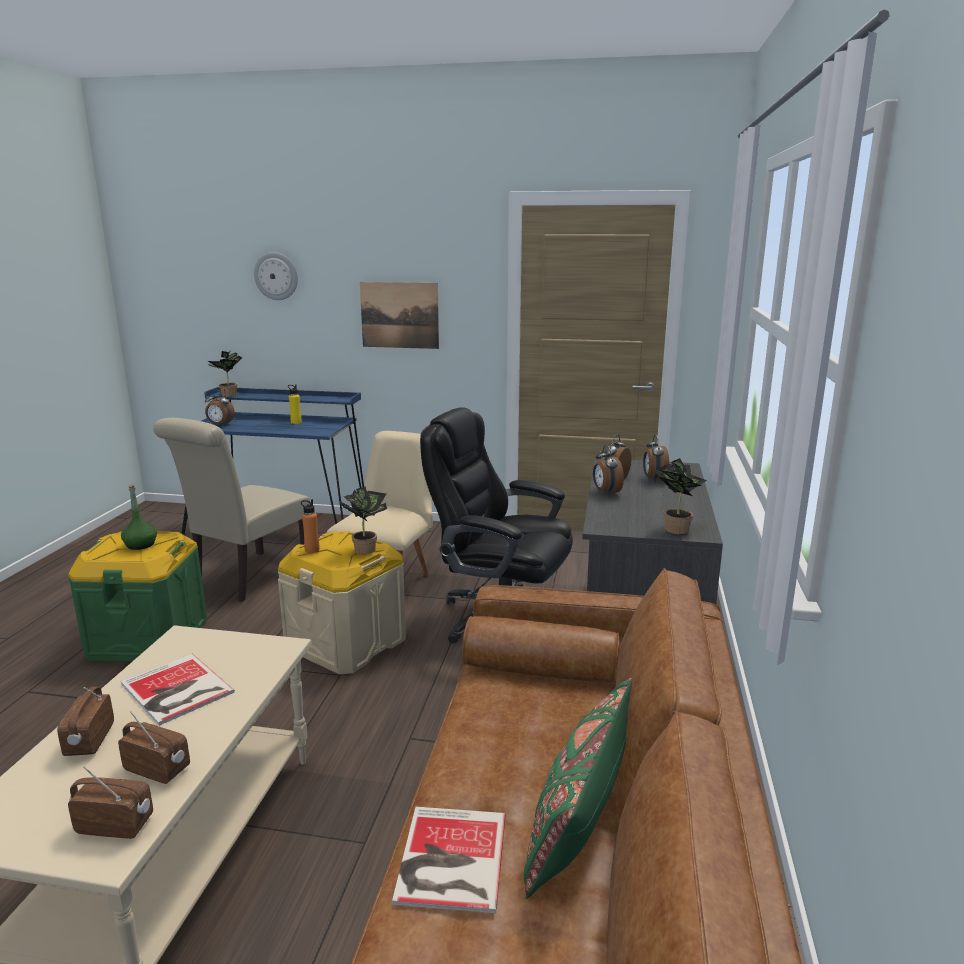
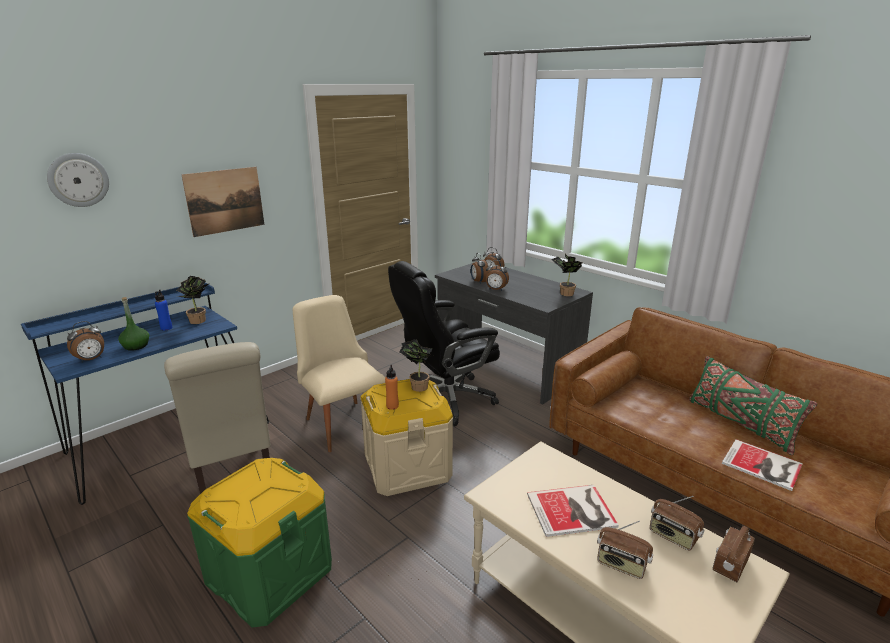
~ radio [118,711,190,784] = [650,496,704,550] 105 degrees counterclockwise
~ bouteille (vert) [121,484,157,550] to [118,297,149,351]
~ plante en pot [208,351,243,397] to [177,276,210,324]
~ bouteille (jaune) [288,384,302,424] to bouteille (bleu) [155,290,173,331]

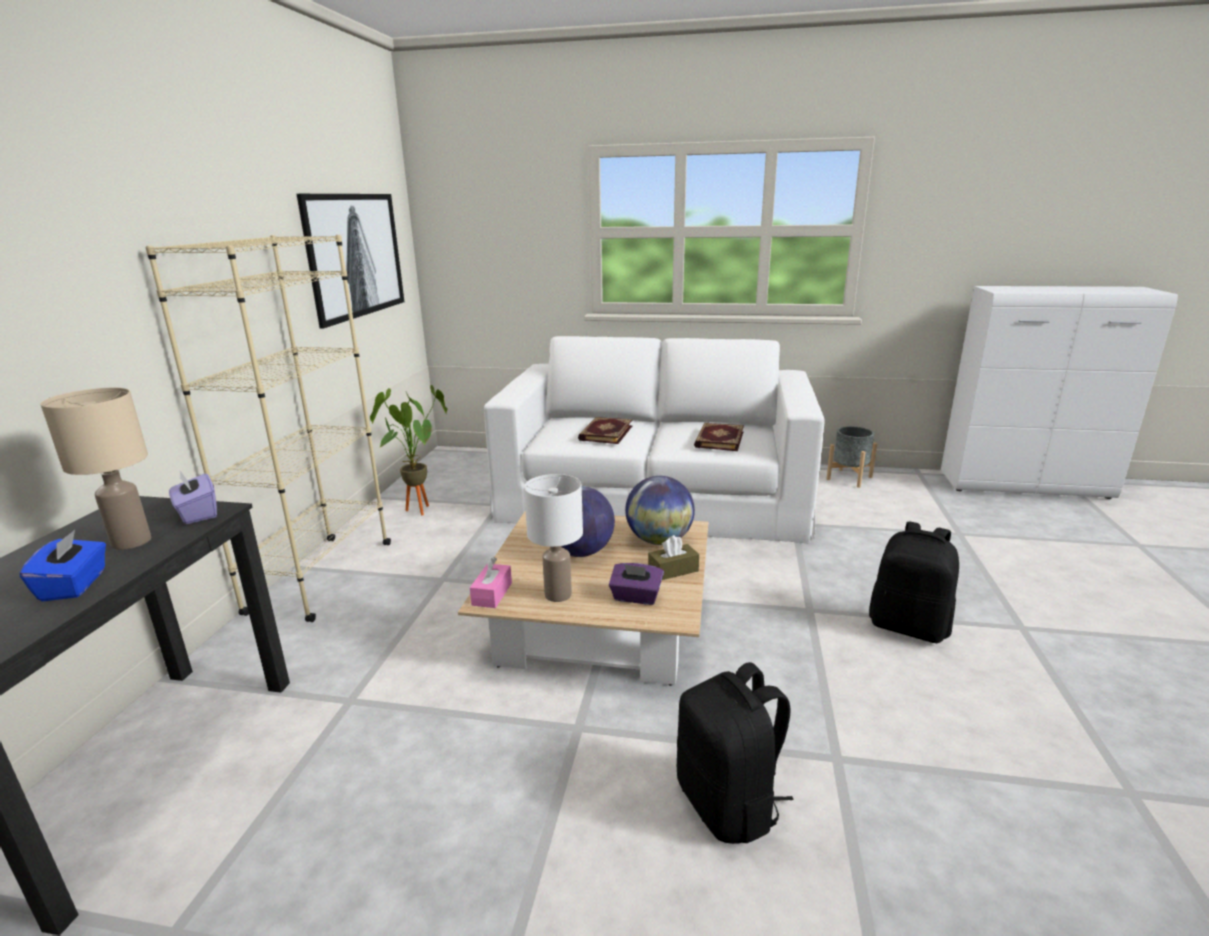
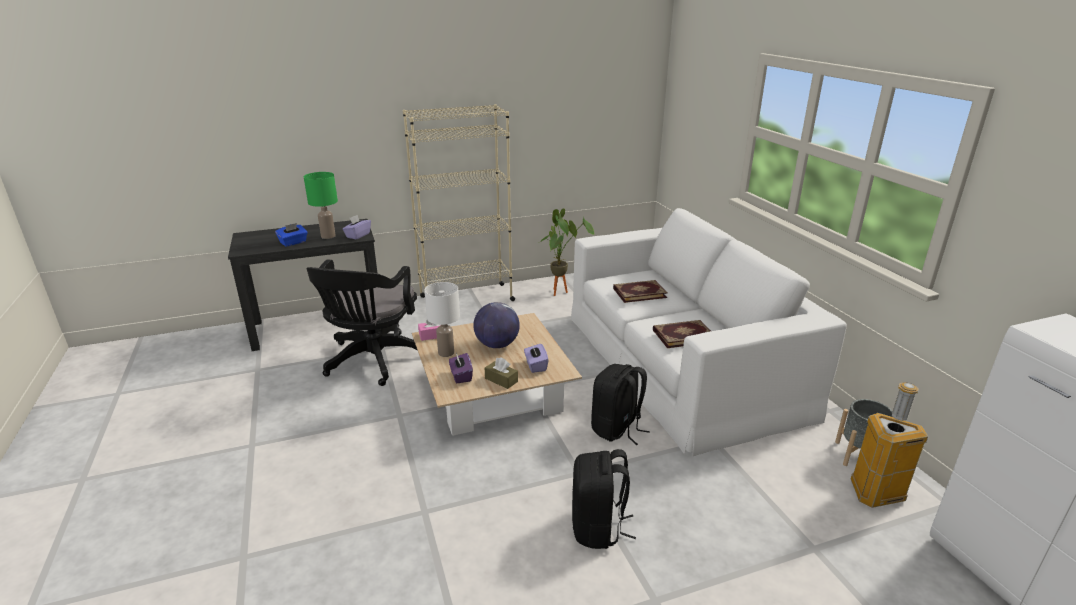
~ lampe de table (beige) [41,388,151,550] to lampe de table (vert) [304,172,338,239]
- tableau [297,194,404,328]
~ globe [625,476,695,545] to boîte à mouchoirs (violet) [524,344,548,373]
~ sac à dos (noir) [677,662,794,844] to [591,364,650,445]
+ chaise de bureau (noir) [307,259,417,386]
+ poubelle [851,382,928,508]

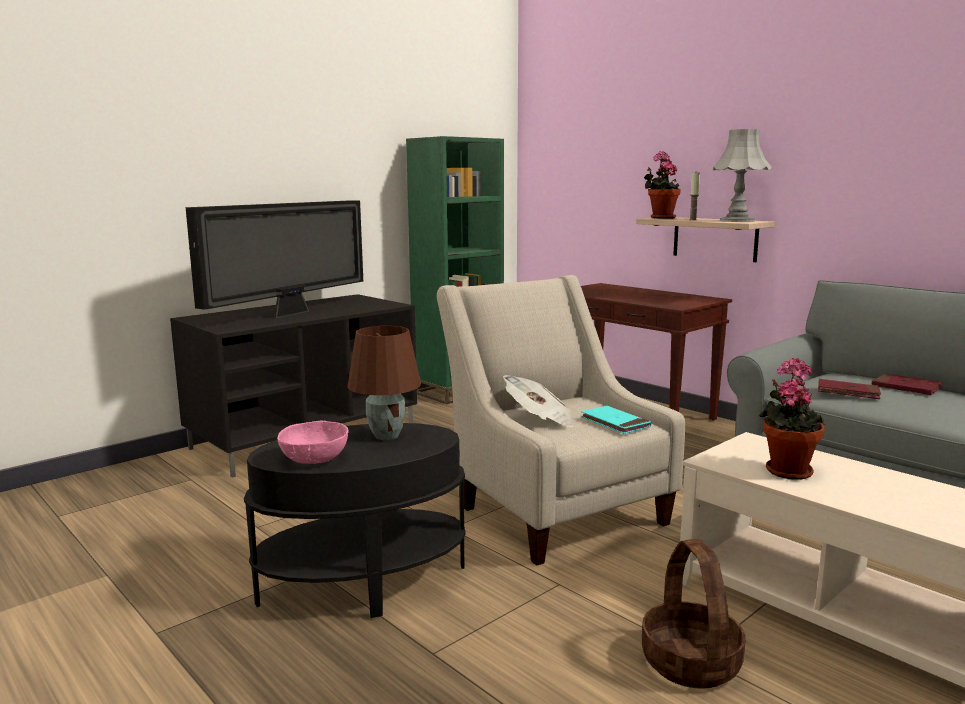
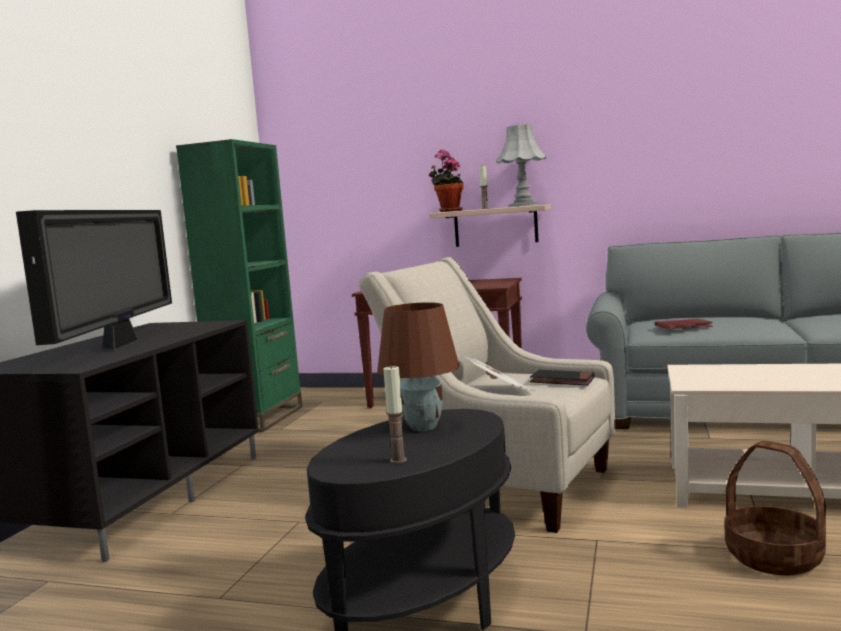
~ bol (rose) [277,420,349,464] to bougie [384,366,407,463]
~ livre (turquoise) [580,406,651,434] to livre (noir) [530,370,595,386]
- plante en pot [759,358,825,480]
- livre (rouge) [872,374,943,395]

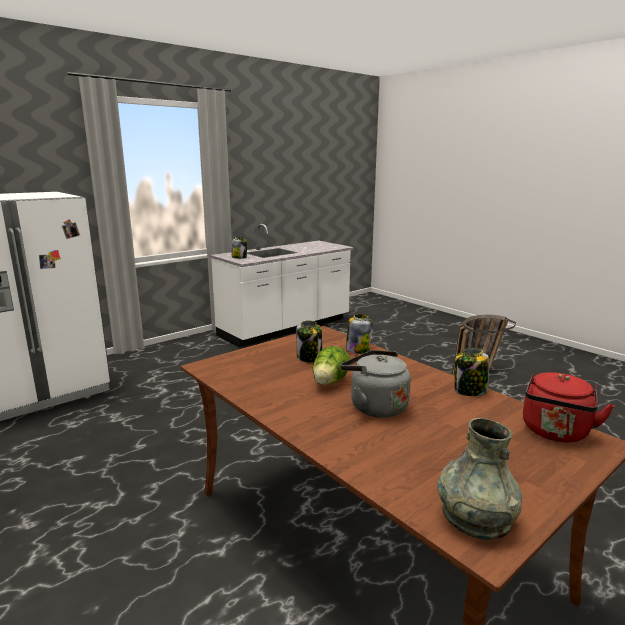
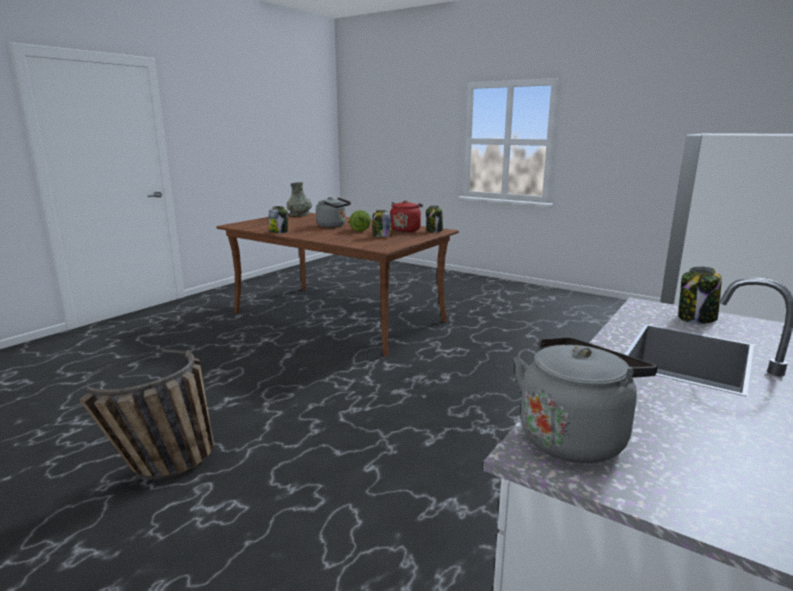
~ bocal [346,314,372,354] to [426,205,443,233]
~ bouilloire (rouge) [523,372,614,442] to [390,200,423,232]
+ bouilloire (gris) [514,337,657,463]

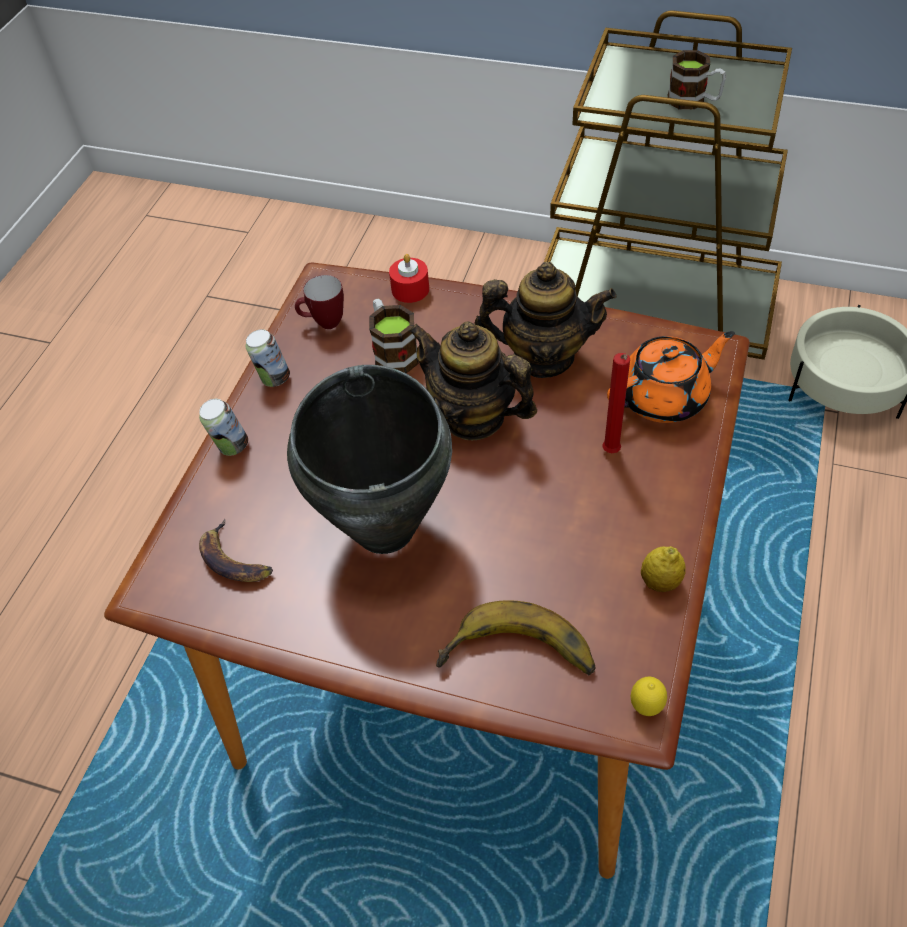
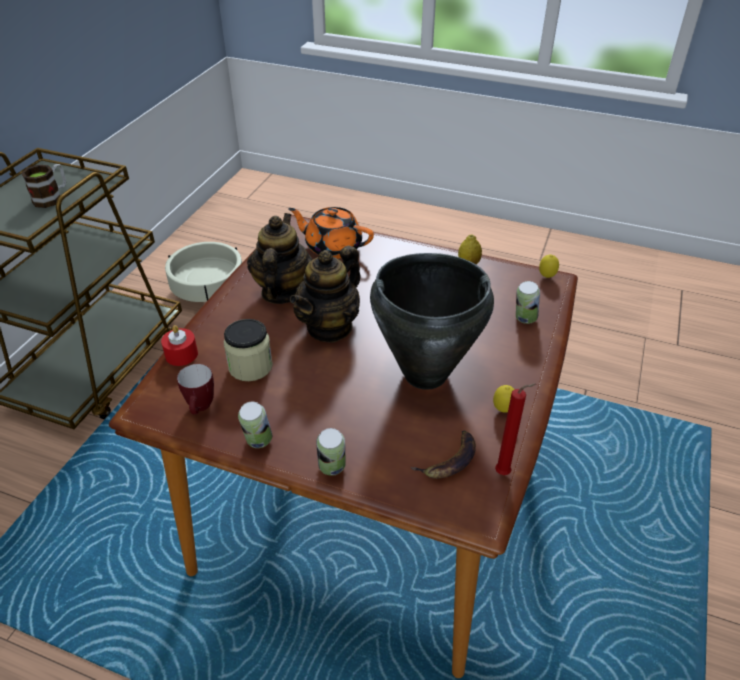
~ mug [369,299,419,373] to bocal [224,319,273,381]
~ banane [436,600,596,675] to boîte métallique [516,281,540,324]
~ bougie (rouge) [602,353,630,453] to [495,383,536,475]
~ théière (orange) [607,331,735,423] = [288,207,374,259] 45 degrees counterclockwise
+ citron [493,385,514,413]

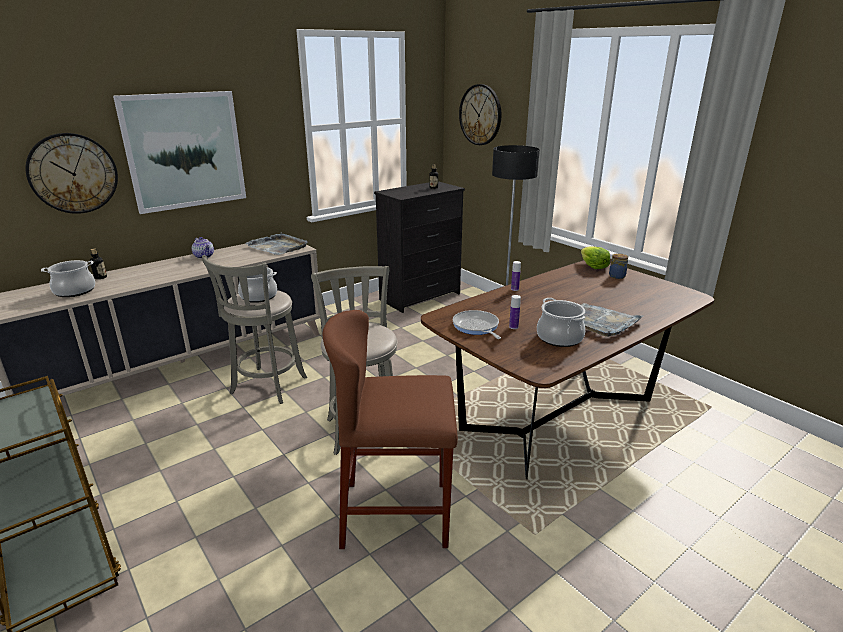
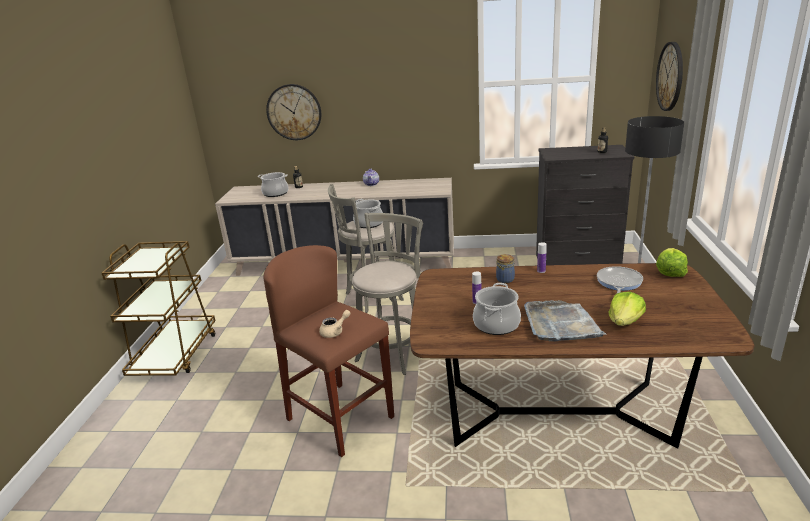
- tableau [113,91,246,214]
- plateau (gris) [245,233,308,255]
~ poêle [453,310,501,339] to [597,266,643,293]
~ bocal [609,253,628,279] to [496,254,515,283]
+ théière (beige) [319,310,351,338]
+ laitue [608,292,646,326]

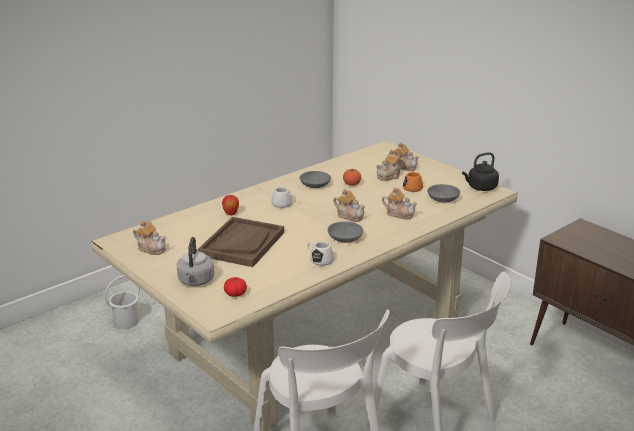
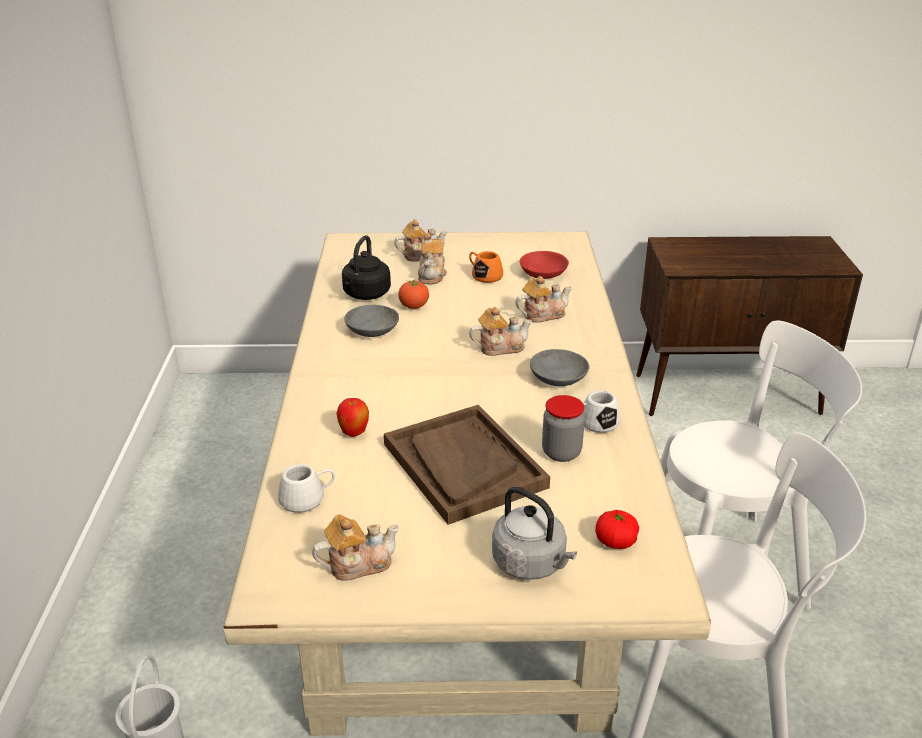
~ mug (blanc) [271,187,296,208] to [278,464,335,513]
~ bol (gris) [427,184,460,202] to bol (rouge) [520,251,569,279]
~ bouilloire (noir) [462,152,499,191] to [342,235,391,300]
+ bocal [542,395,585,462]

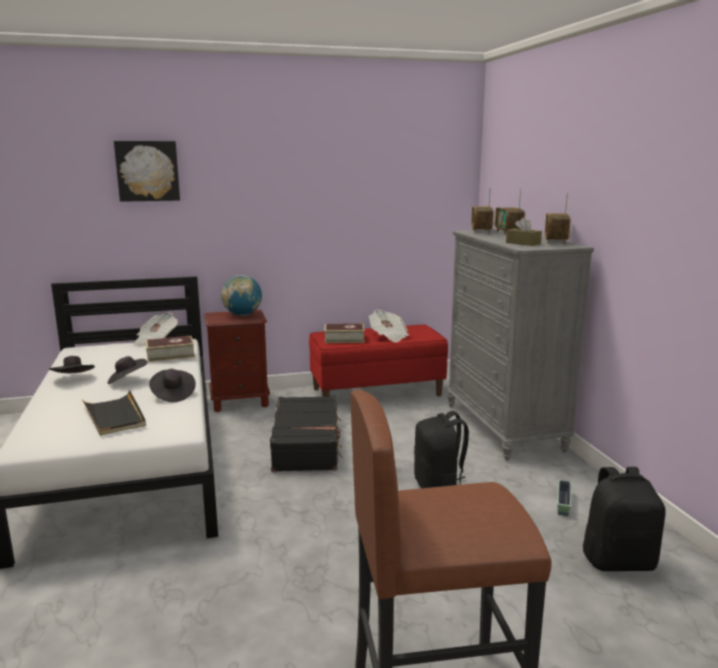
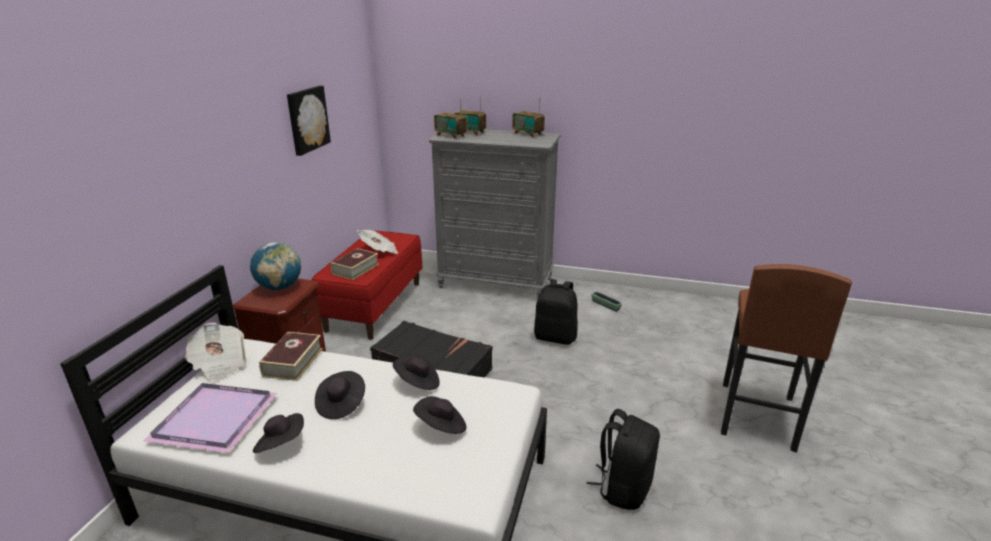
~ plateau (noir) [82,390,146,436] to chapeau (noir) [413,396,466,434]
~ tableau [114,141,180,202] to [287,86,331,156]
- boîte à mouchoirs (marron) [506,217,542,246]
~ sac à dos (noir) [583,467,666,571] to [587,409,660,510]
+ plateau (violet) [143,383,277,453]

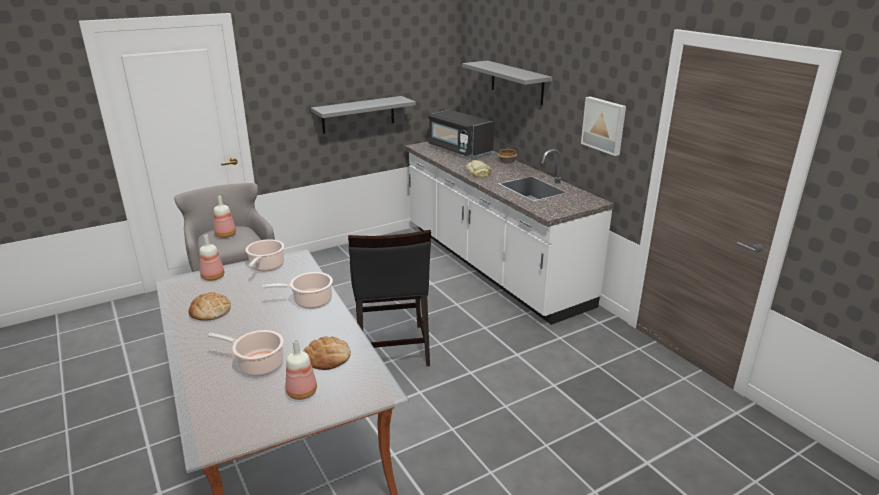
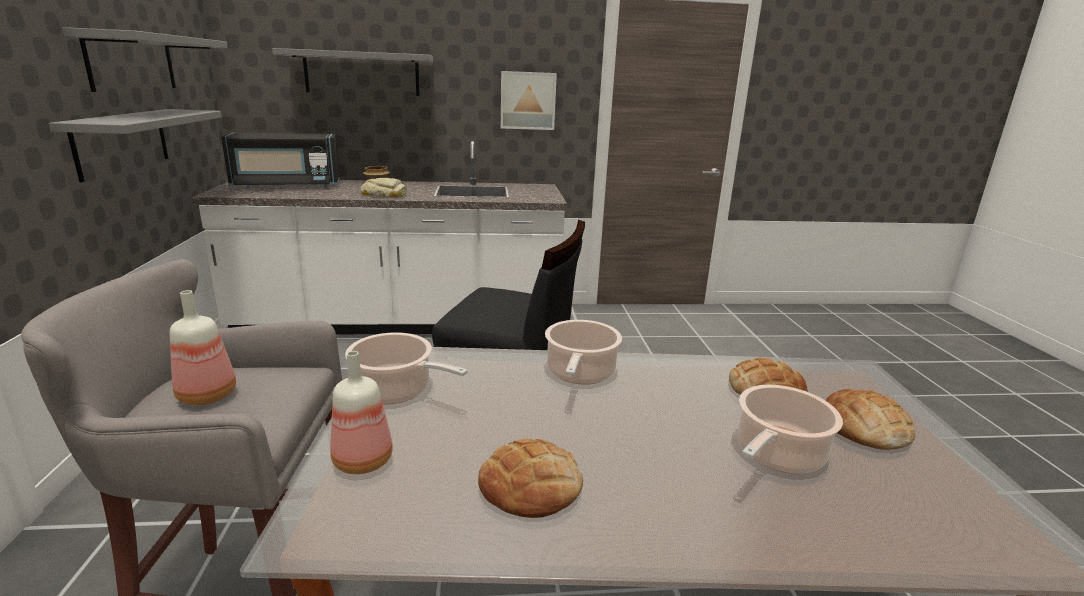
~ bouteille [286,340,317,400] to pain [825,389,916,450]
+ étagère (gris) [62,27,228,92]

